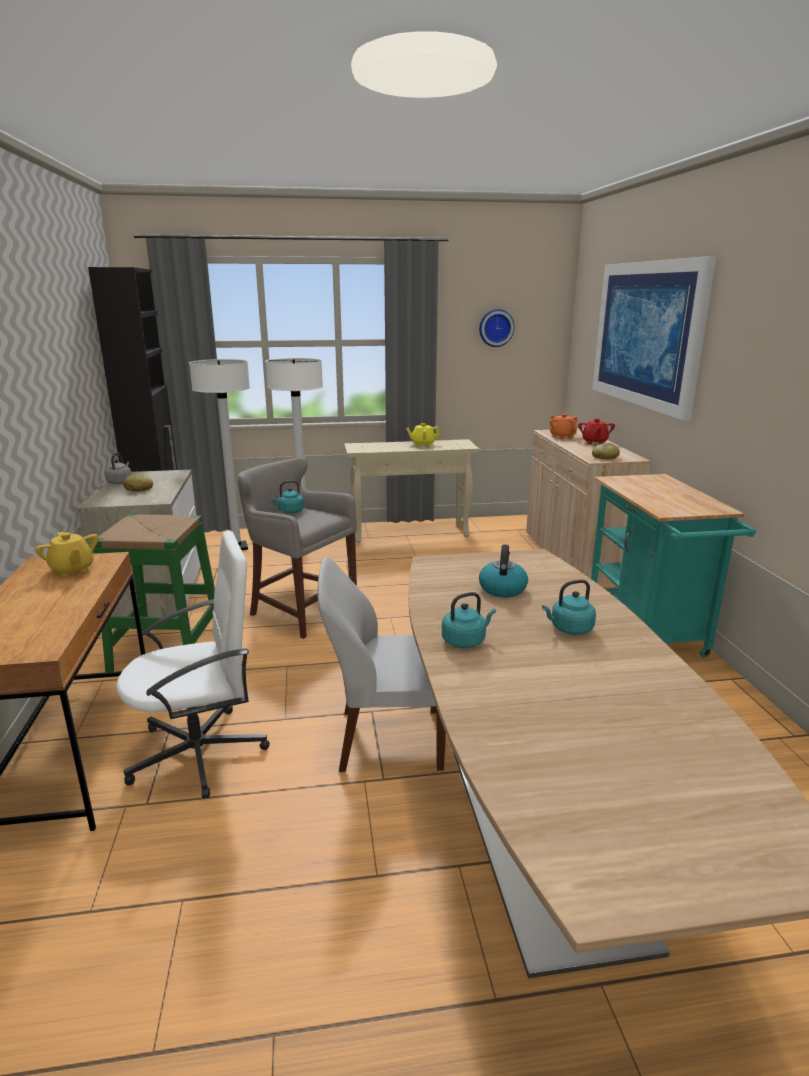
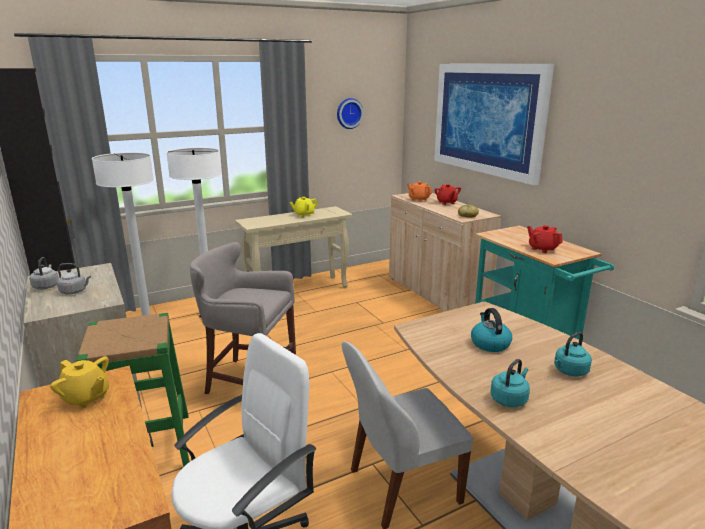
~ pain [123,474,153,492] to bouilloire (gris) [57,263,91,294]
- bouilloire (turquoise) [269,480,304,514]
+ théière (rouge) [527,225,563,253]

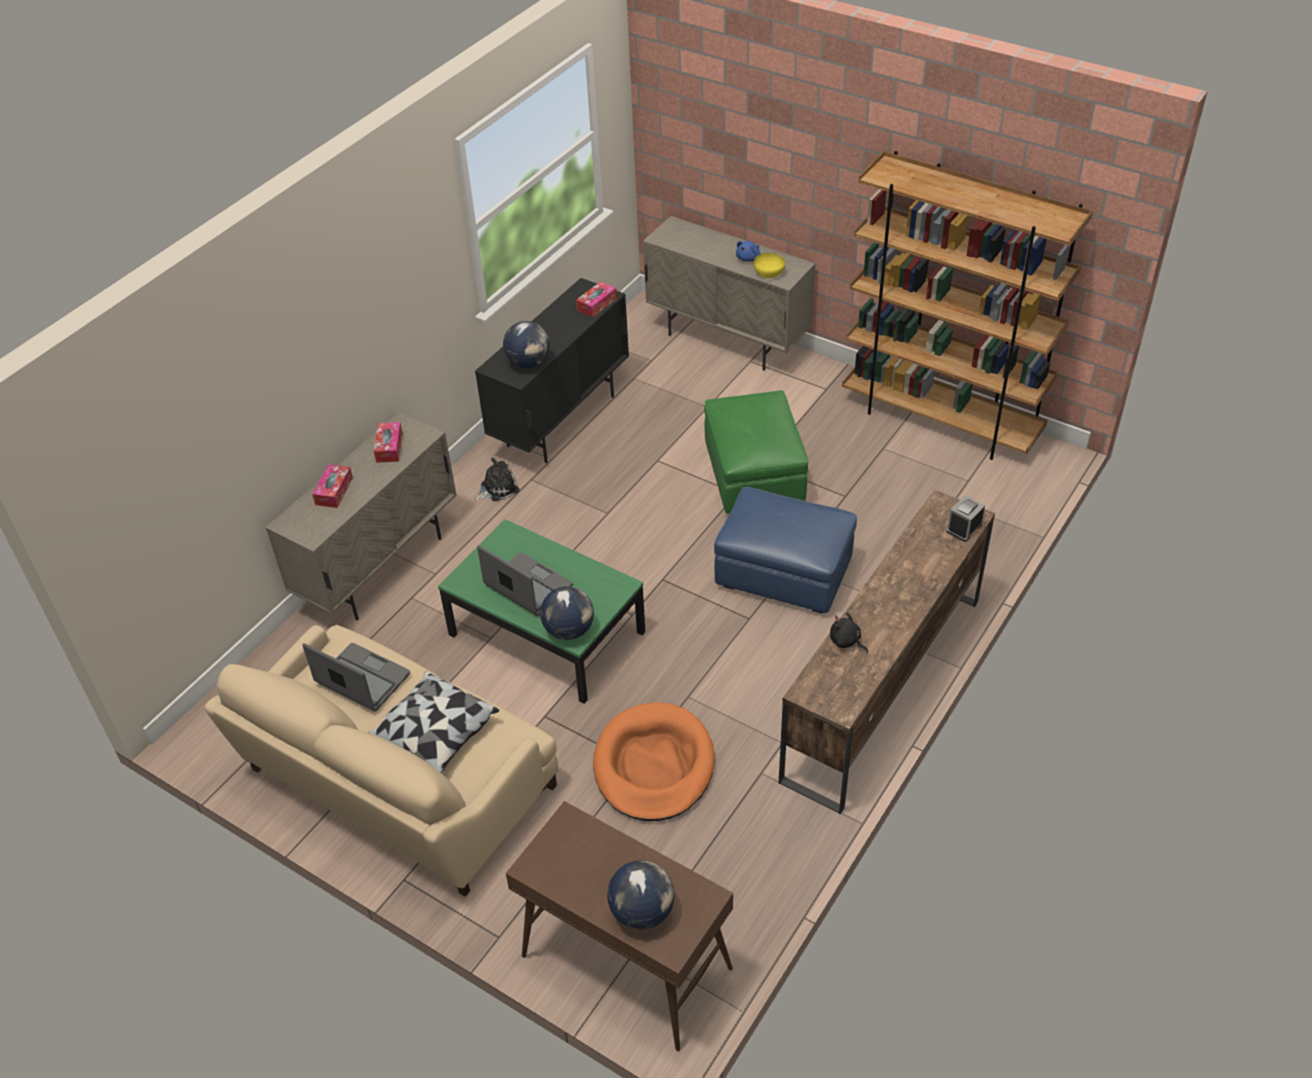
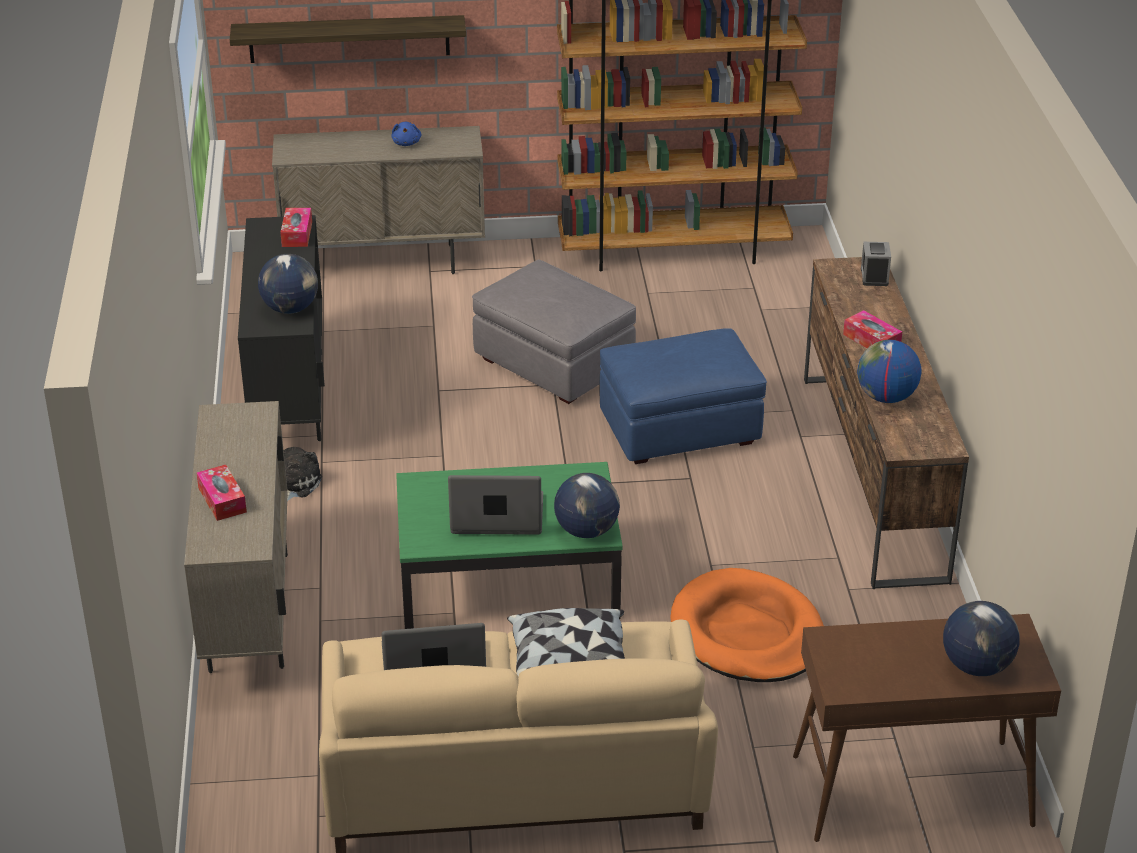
~ boîte à mouchoirs [374,422,402,463] to [843,310,902,348]
~ pouf (vert) [704,390,808,514] to pouf (gris) [472,260,636,404]
- bol (jaune) [754,253,785,278]
~ peluche (noir) [830,612,868,653] to globe [857,340,922,403]
+ étagère [230,15,466,63]

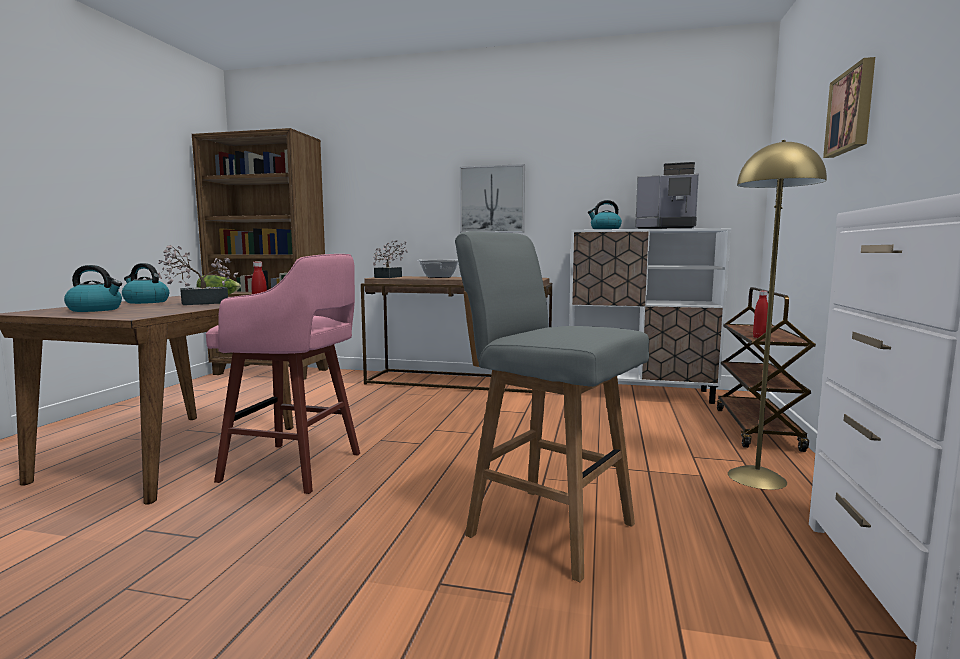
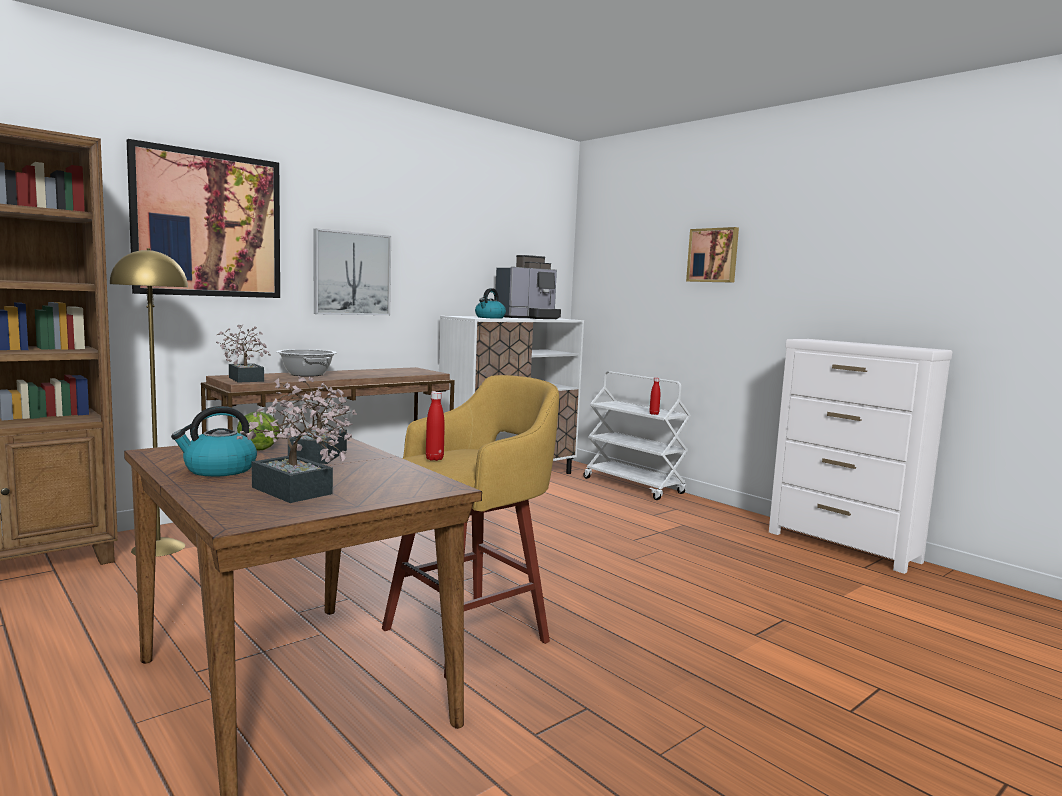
~ bouilloire [64,265,122,312] to plante en pot [237,395,358,503]
~ tabouret (rose) [206,254,360,494] to tabouret (jaune) [382,375,559,679]
- tabouret (gris) [455,231,649,582]
~ chariot (marron) [717,287,816,452] to chariot (blanc) [583,371,691,500]
~ lampadaire (jaune) [728,140,827,490] to [110,248,188,557]
+ tableau [127,139,280,298]

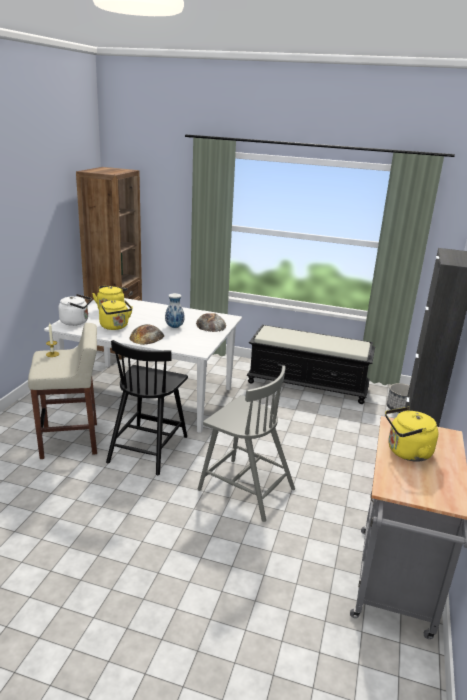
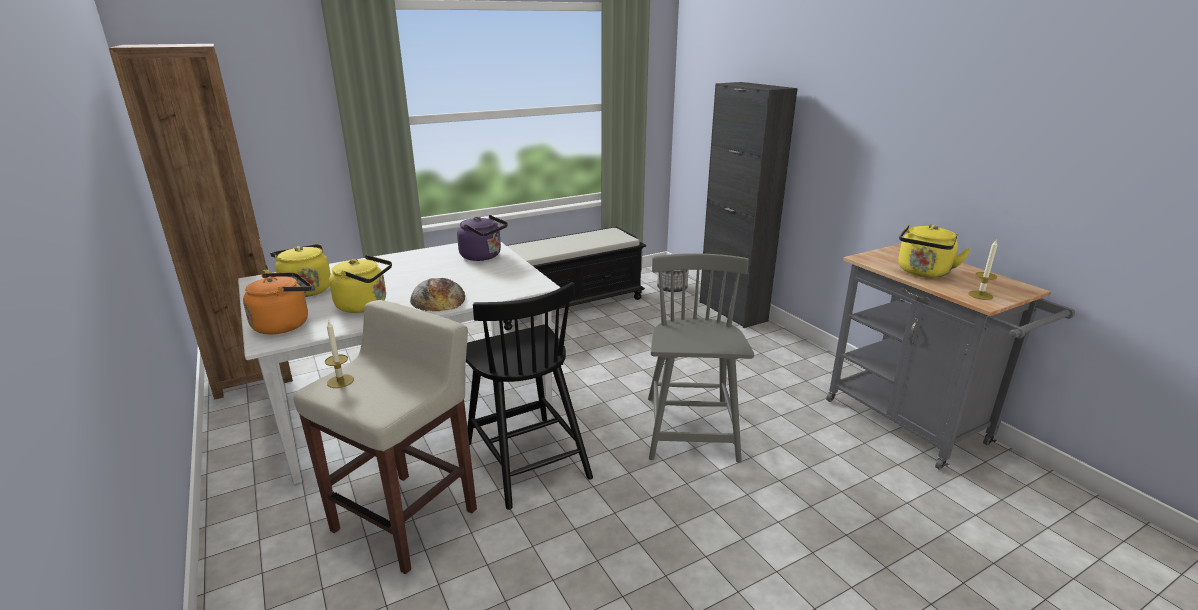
~ bouilloire (blanc) [58,294,92,326] to bouilloire (orange) [243,272,312,335]
- vase [165,293,185,328]
~ pain [196,313,226,332] to bouilloire (violet) [457,215,508,261]
~ chaise (gris) [198,365,295,522] = [648,253,754,463] 75 degrees counterclockwise
+ bougie [968,240,998,300]

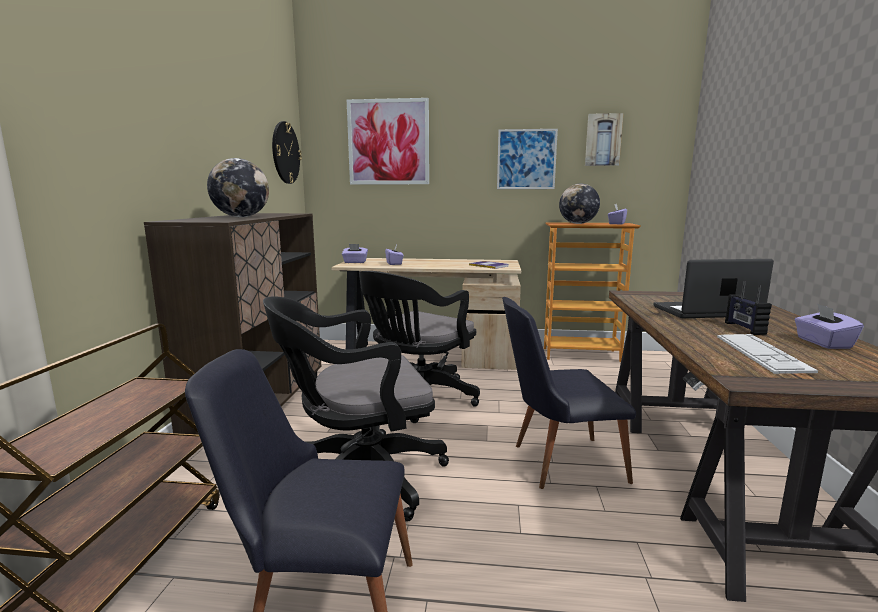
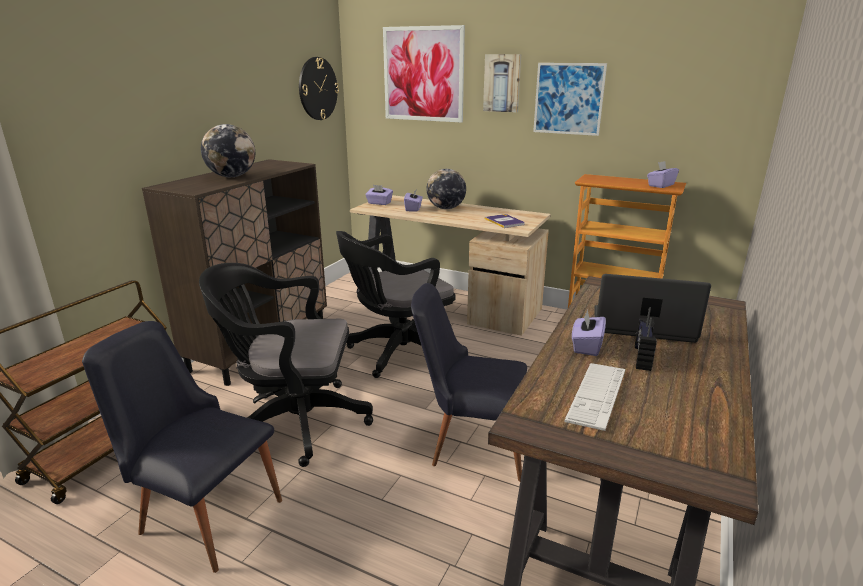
~ globe [559,184,600,224] to [427,169,466,209]
~ tableau [585,113,624,166] to [483,54,521,113]
~ boîte à mouchoirs (violet) [795,303,864,349] to [572,309,606,356]

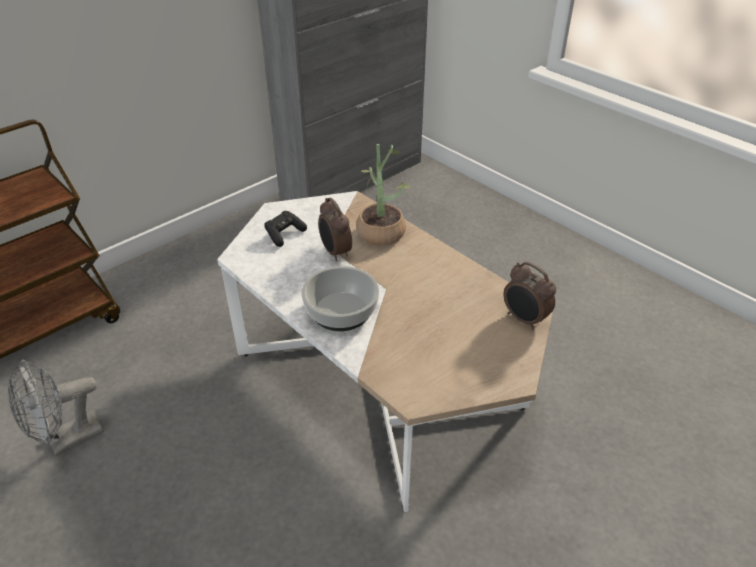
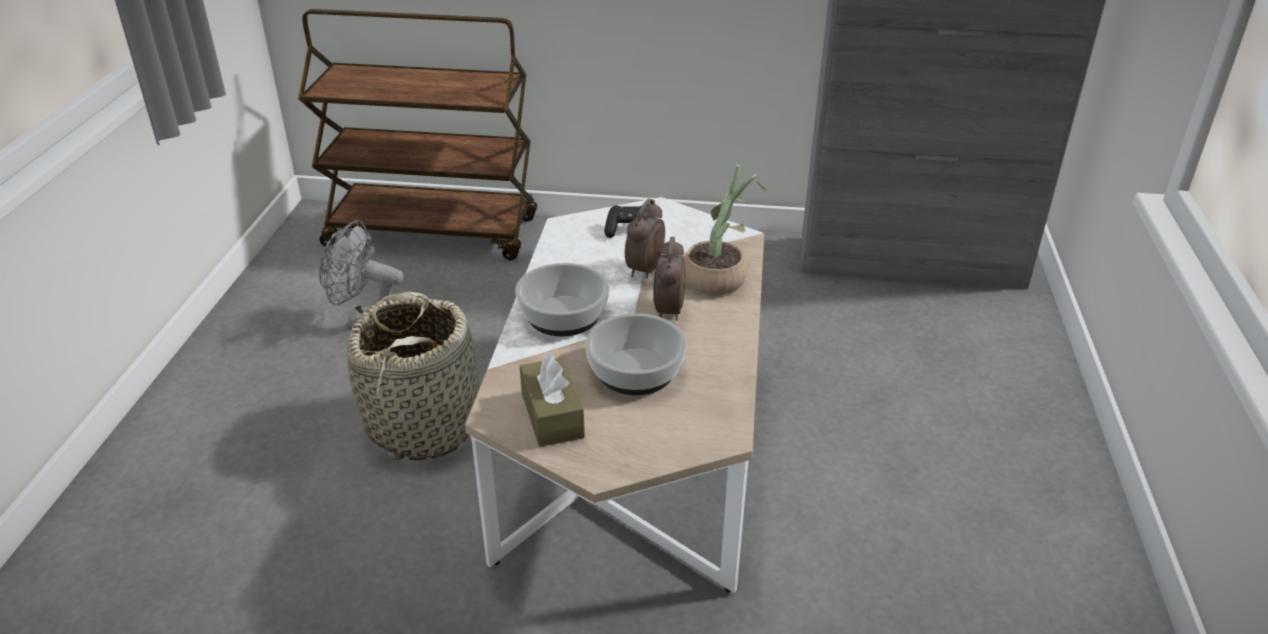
~ réveil [503,262,556,330] to [653,237,686,320]
+ panier [347,292,480,460]
+ boîte à mouchoirs (marron) [520,352,585,447]
+ bol [585,313,687,395]

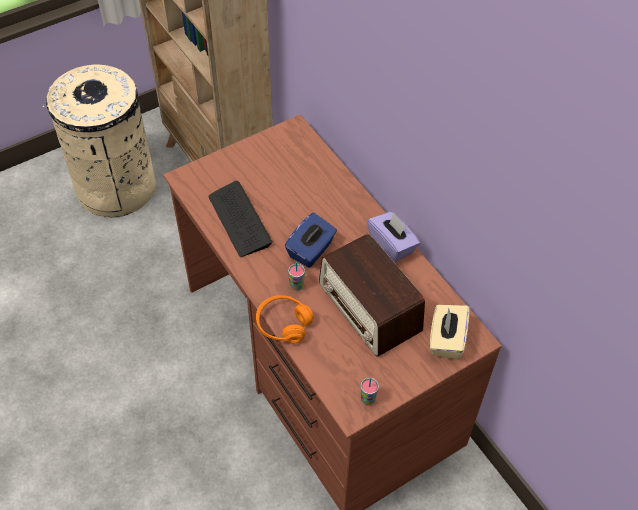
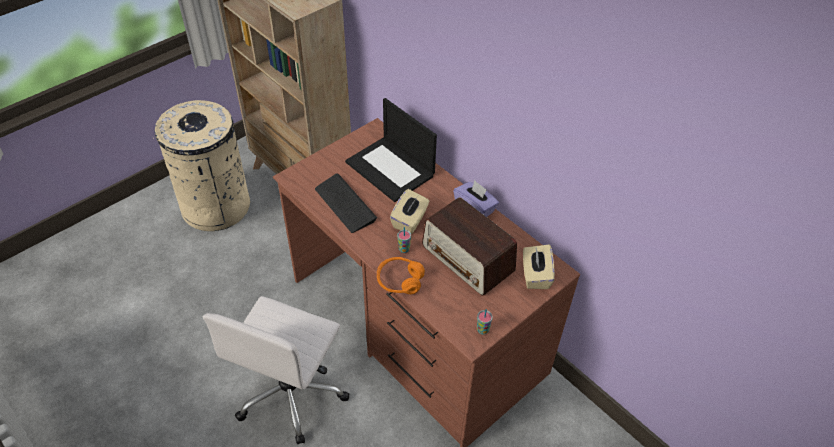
~ boîte à mouchoirs (bleu) [285,213,337,268] to boîte à mouchoirs (beige) [390,189,430,234]
+ chaise de bureau (blanc) [202,296,349,444]
+ ordinateur portable [345,98,437,202]

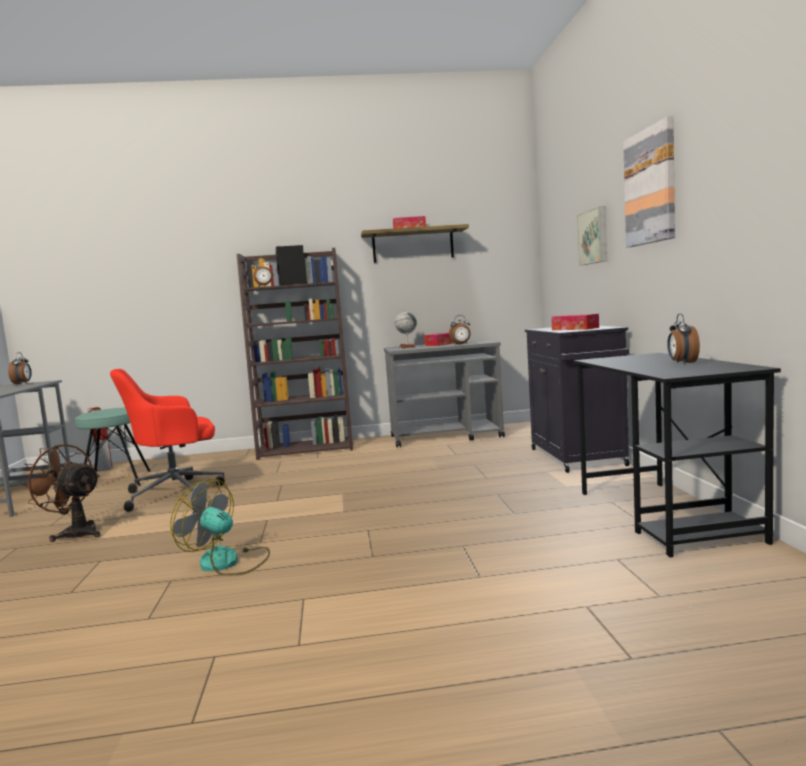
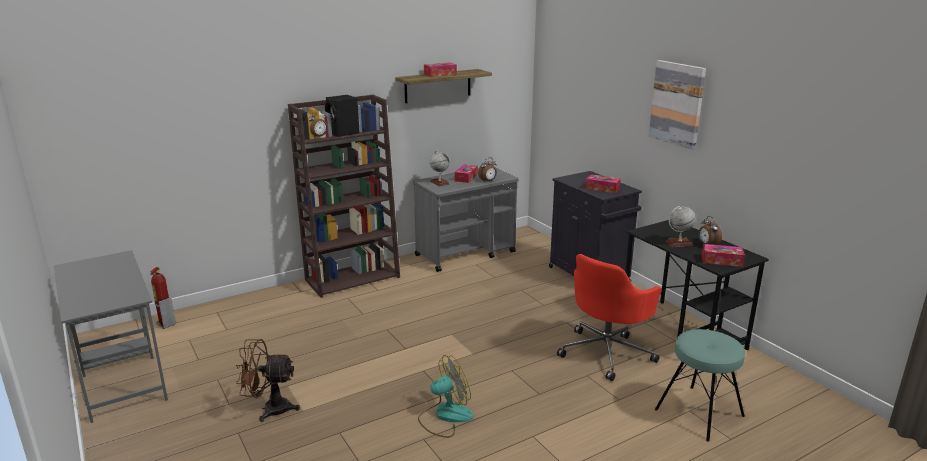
- réveil [8,352,32,385]
~ tabouret (turquoise) [75,408,151,486] to [655,329,745,442]
~ chaise de bureau (rouge) [110,369,225,512] to [557,254,662,381]
~ ventilateur [170,479,270,576] = [418,355,474,438] 150 degrees clockwise
- tableau [577,206,607,265]
+ globe [666,206,696,247]
+ boîte à mouchoirs [702,244,745,267]

